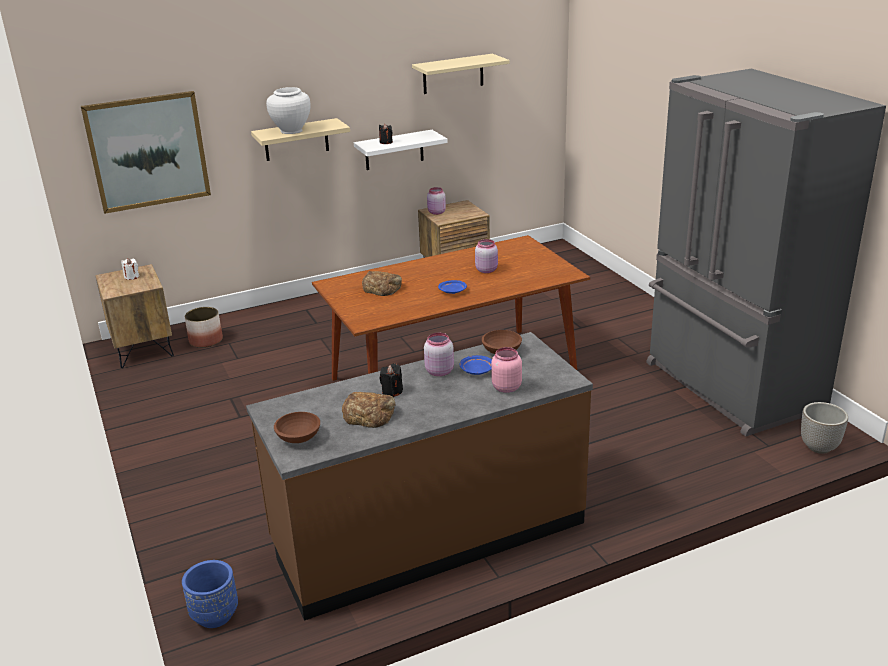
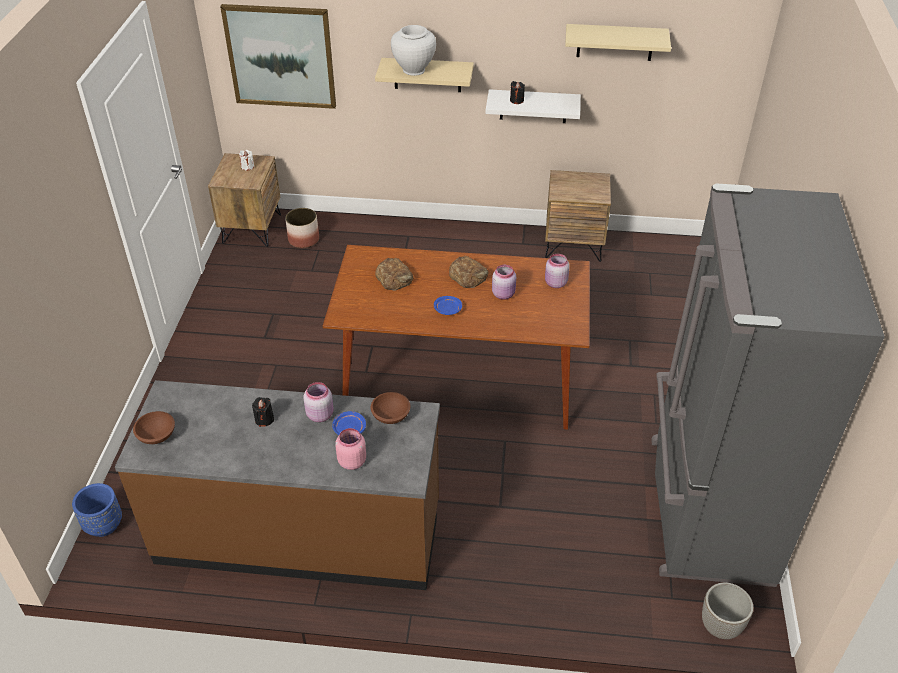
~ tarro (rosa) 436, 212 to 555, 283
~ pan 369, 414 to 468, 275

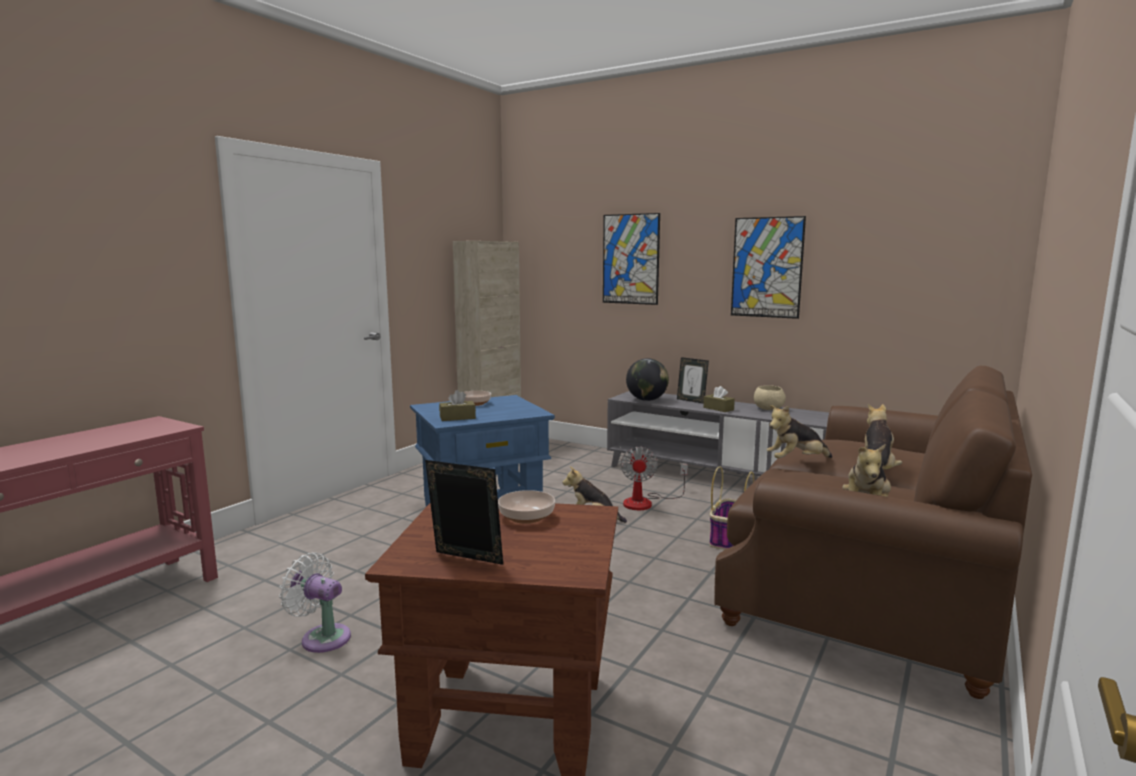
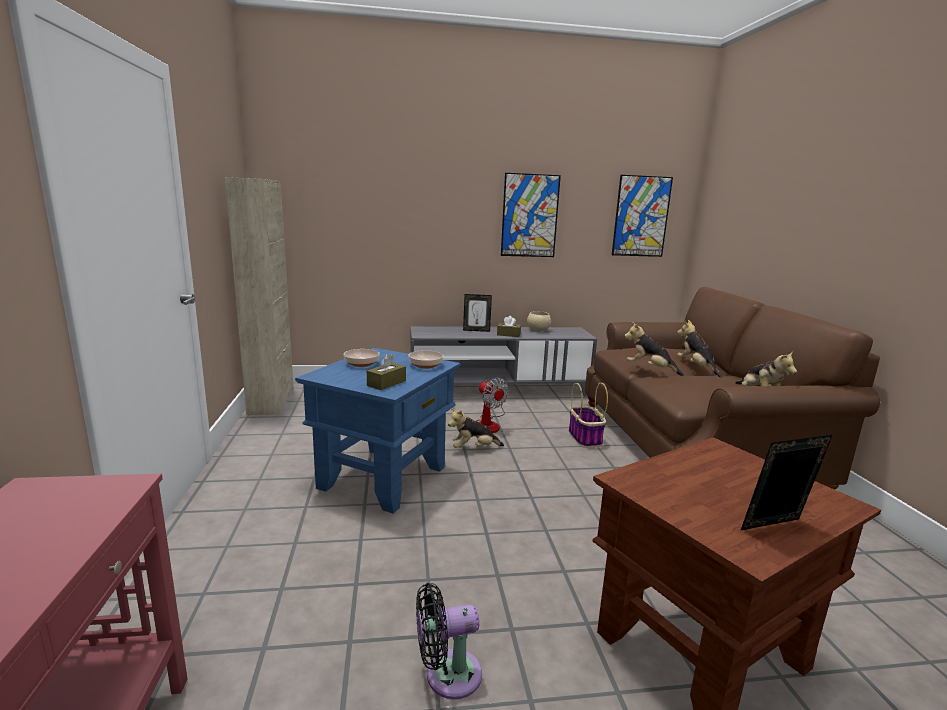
~ cuadro 630, 259 to 641, 216
- globo terráqueo 646, 400
~ peluche 796, 461 = 650, 369 90 degrees clockwise
~ cuenco 527, 517 to 426, 365
~ ventilador (blanco) 322, 637 to ventilador (negro) 447, 675

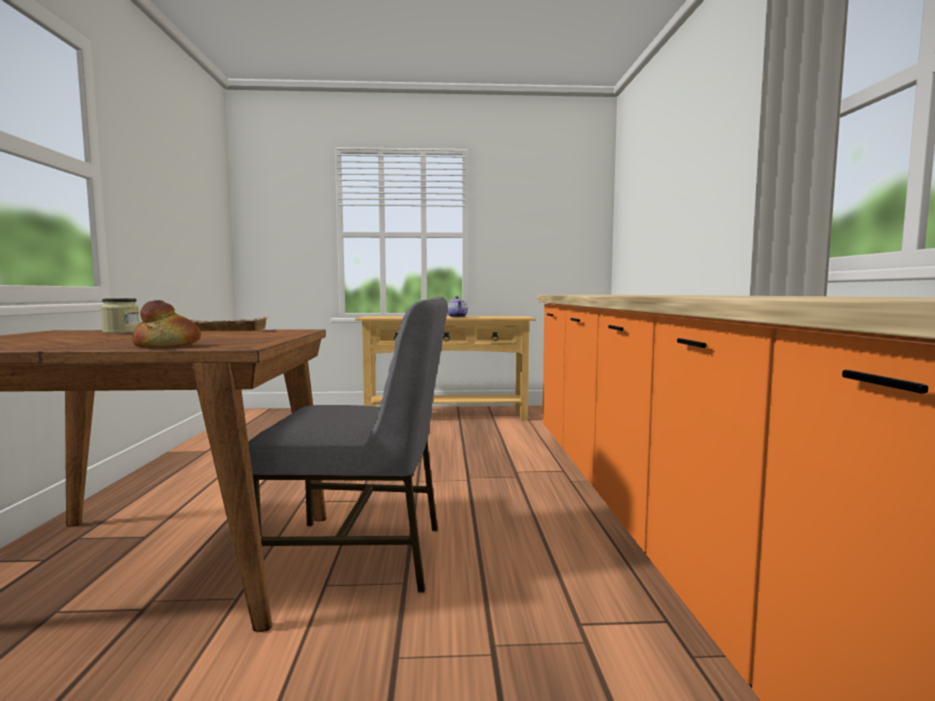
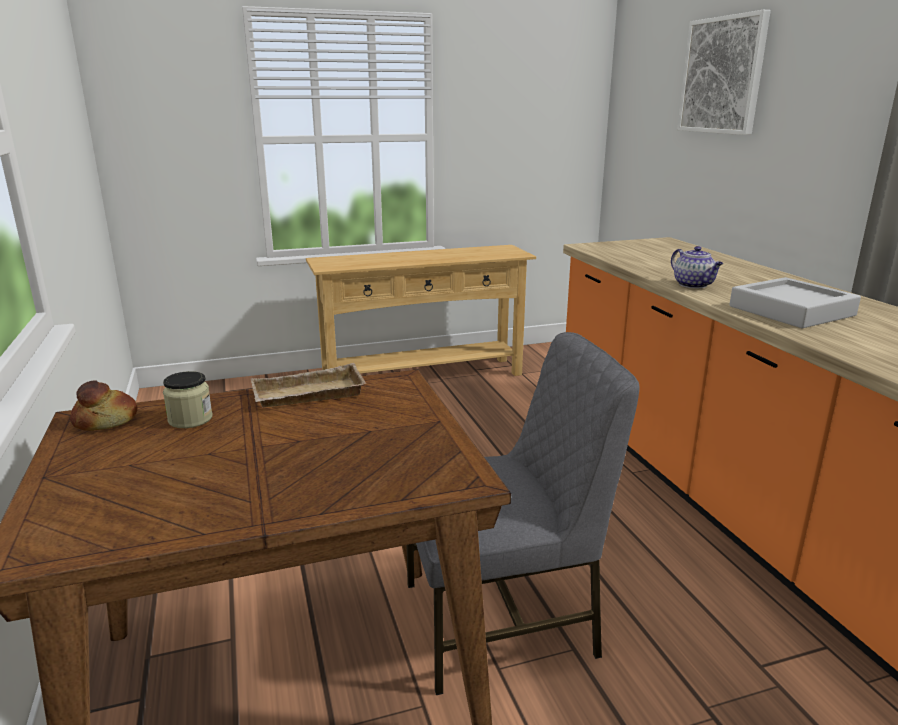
~ tetera 457, 317 to 694, 285
~ pan 168, 346 to 106, 421
+ cuadro 722, 75
+ bandeja (gris) 791, 311

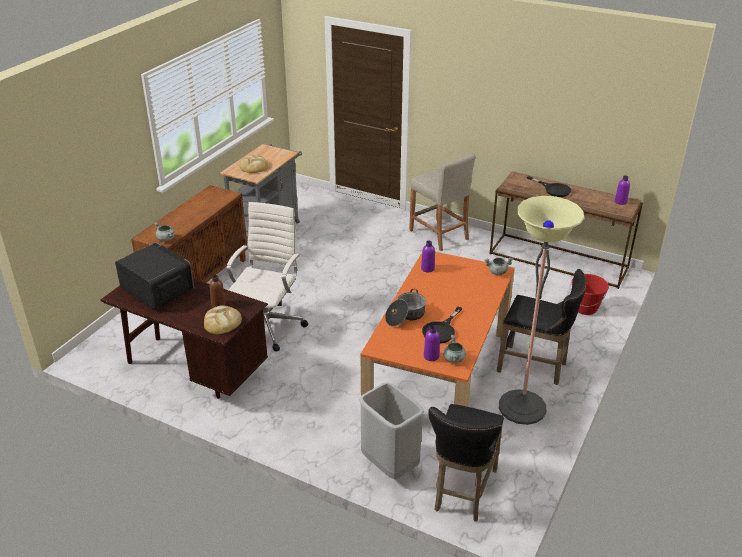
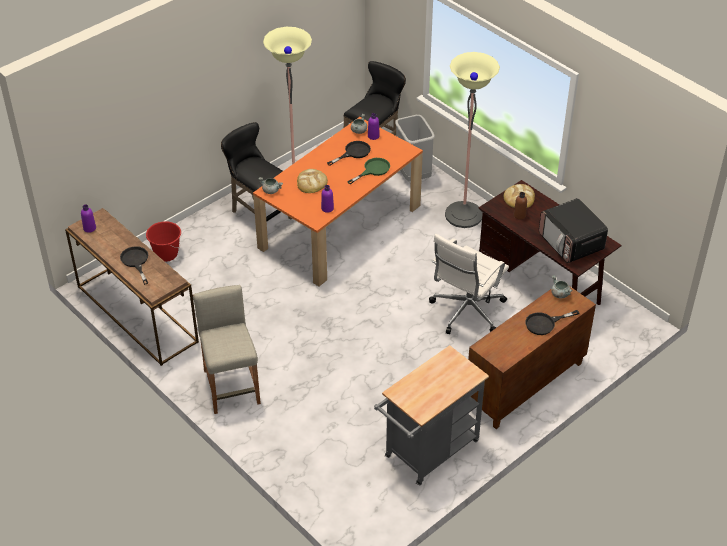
~ pan 254, 166 to 311, 182
~ olla 405, 316 to sartén (verde) 373, 170
+ lámpara de pie 463, 215
+ sartén (negro) 545, 323

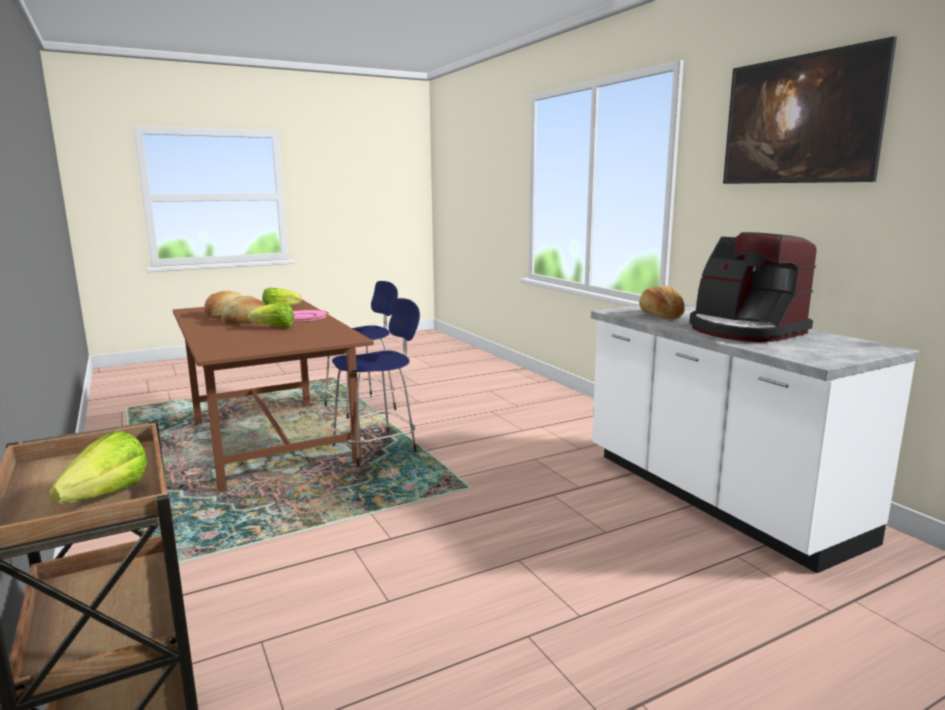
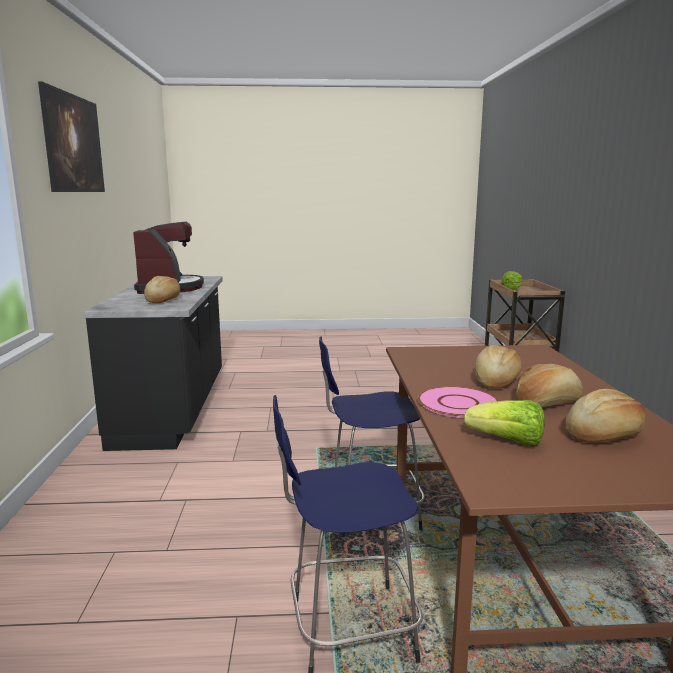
~ lechuga 274, 328 to pan 495, 381
~ mueble bajo de cocina (blanco) 714, 497 to mueble bajo de cocina (negro) 174, 409

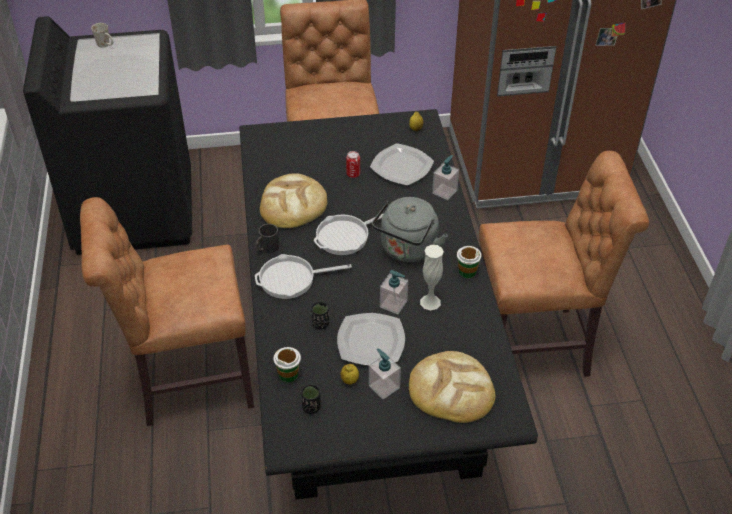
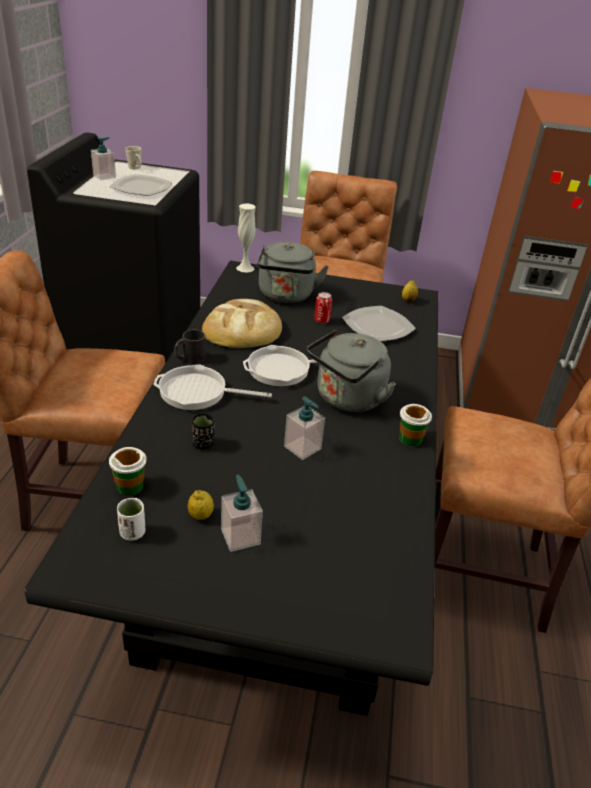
~ dispensador de jabón 444, 191 to 104, 176
~ florero (blanco) 430, 302 to 245, 268
~ plato 371, 341 to 142, 188
- pan 451, 390
~ taza (negro) 311, 407 to taza (blanco) 132, 533
+ hervidor (gris) 286, 296

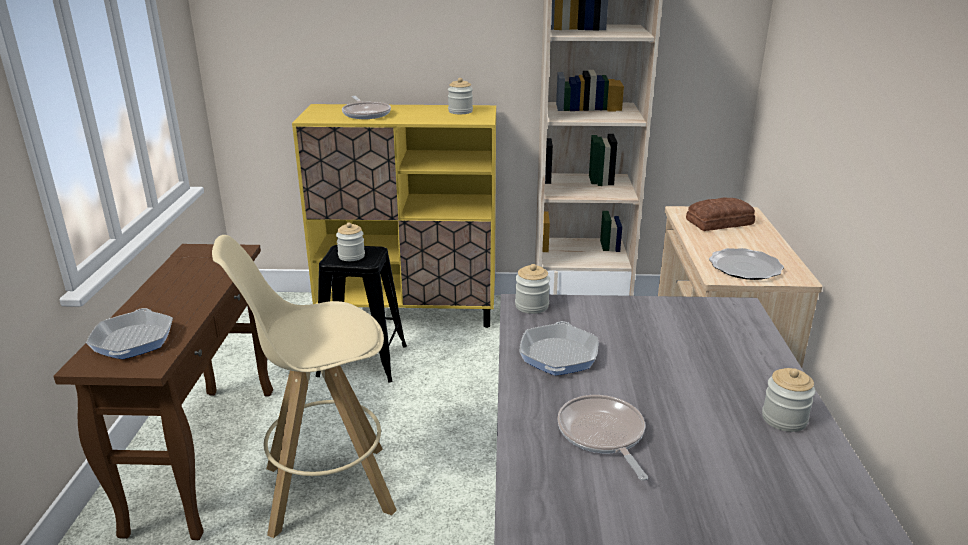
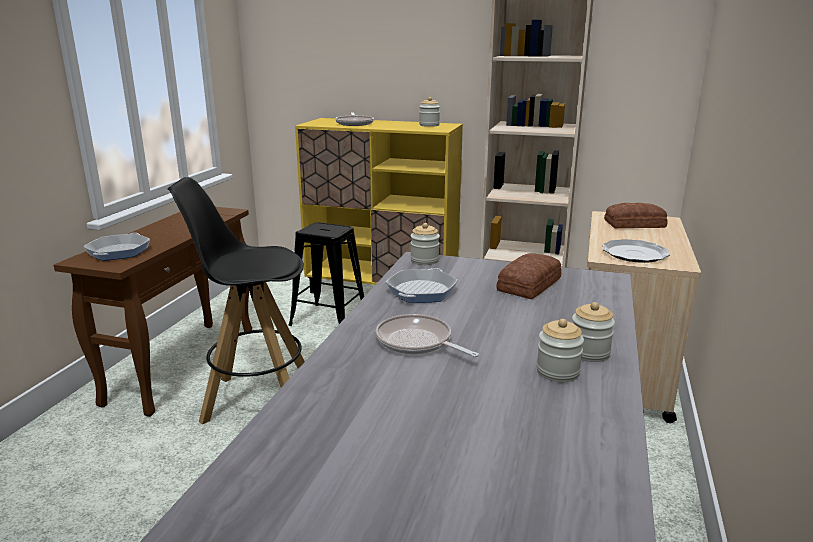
~ tarro 351, 256 to 557, 372
~ taburete (beis) 326, 489 to taburete (negro) 257, 399
~ sartén 602, 435 = 417, 342 45 degrees counterclockwise
+ pan 531, 284

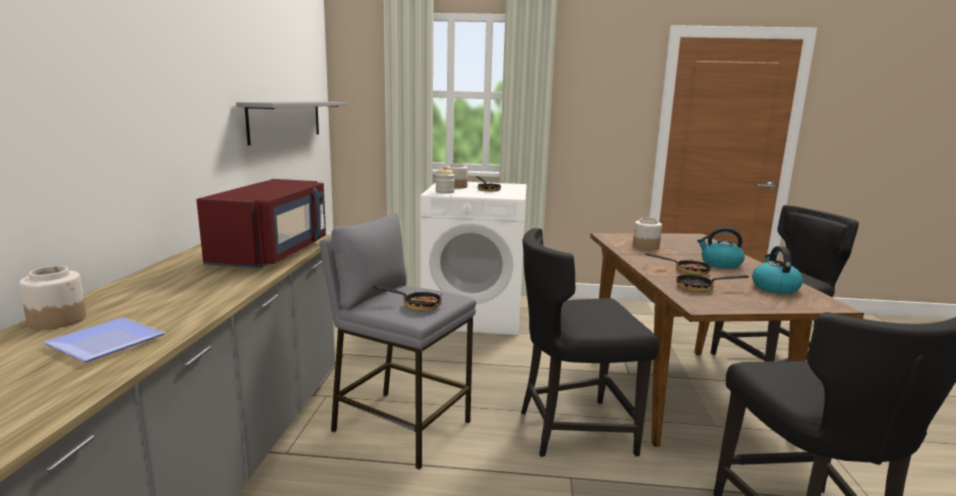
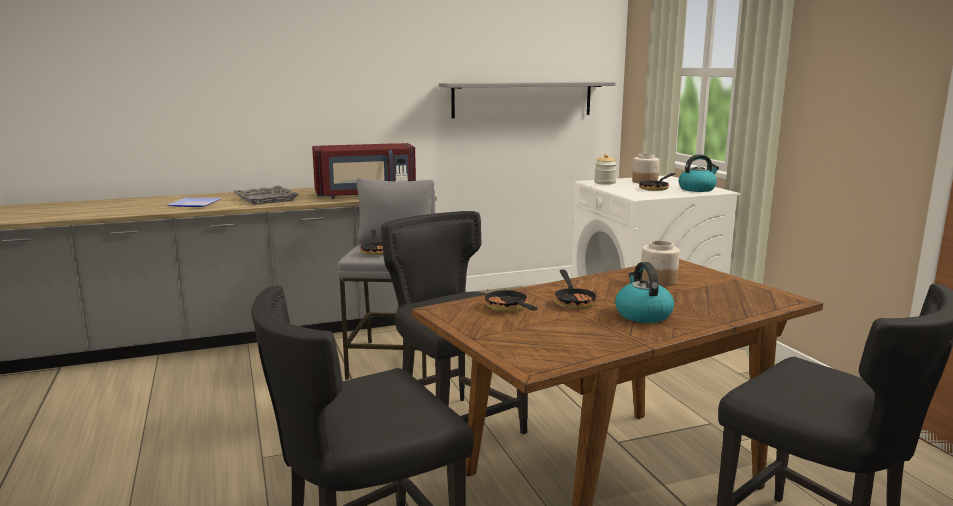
~ hervidor 774, 287 to 697, 189
- tarro 58, 320
+ bandeja (gris) 265, 199

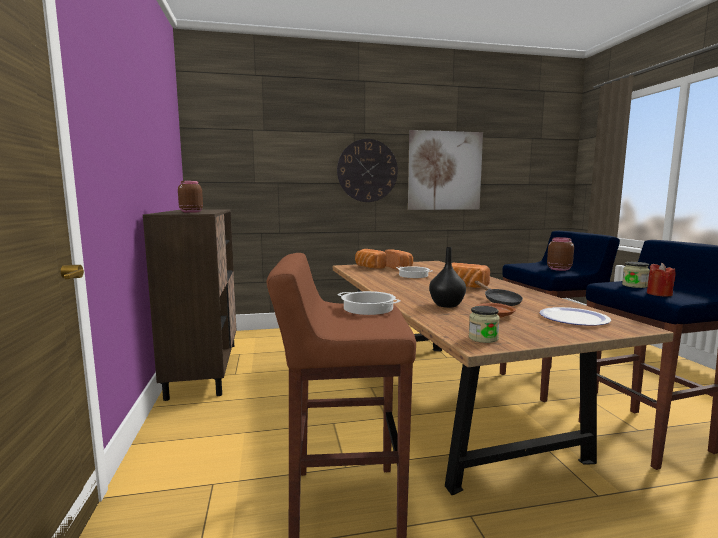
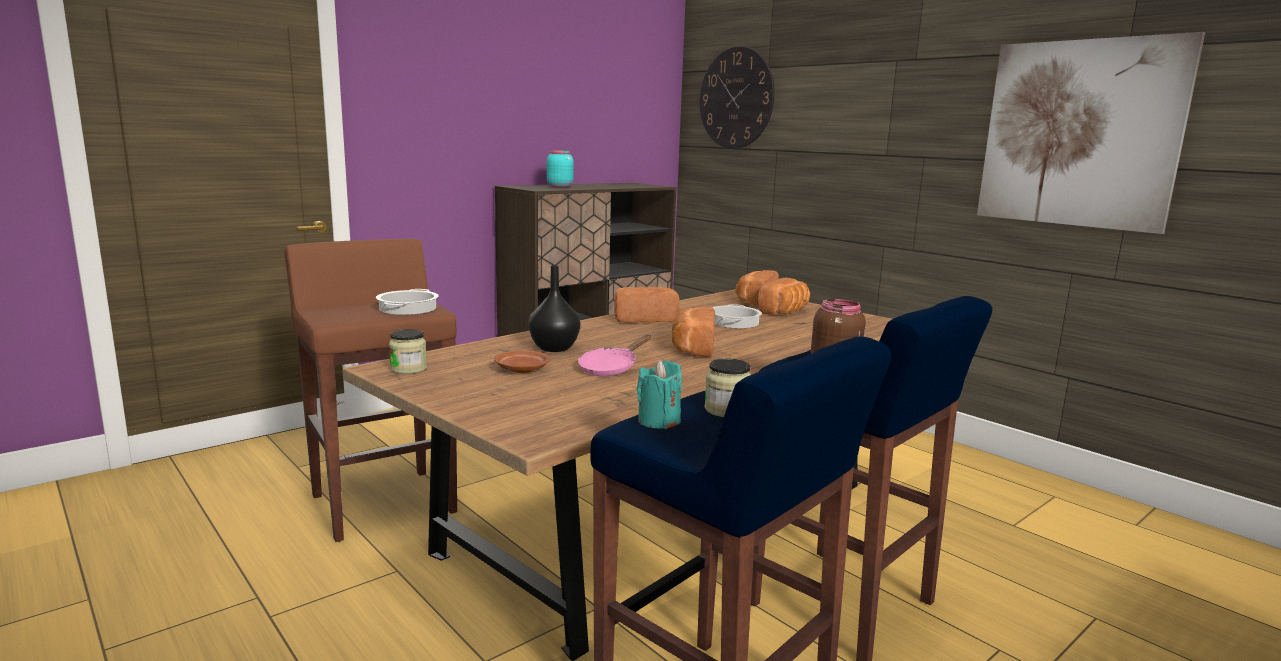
~ reloj de pared 367, 170 to 736, 98
~ tarro (marrón) 190, 212 to tarro (turquesa) 559, 187
~ vela (rojo) 659, 294 to vela (turquesa) 659, 421
~ sartén (negro) 499, 301 to sartén (rosa) 611, 368
- plato 573, 318
+ pan 643, 319

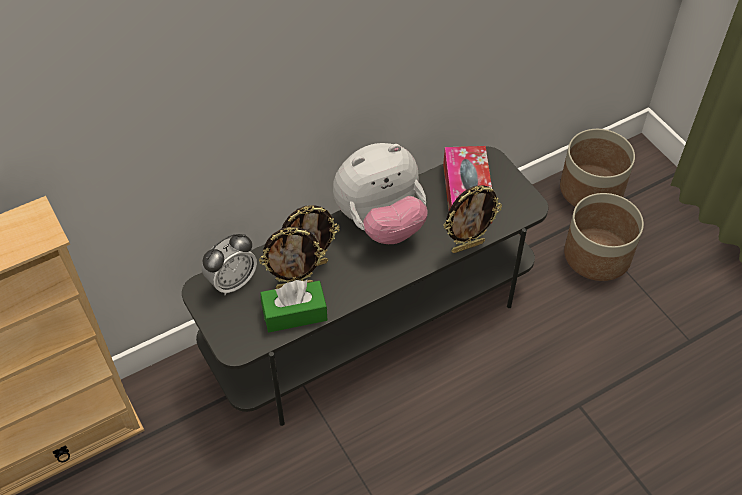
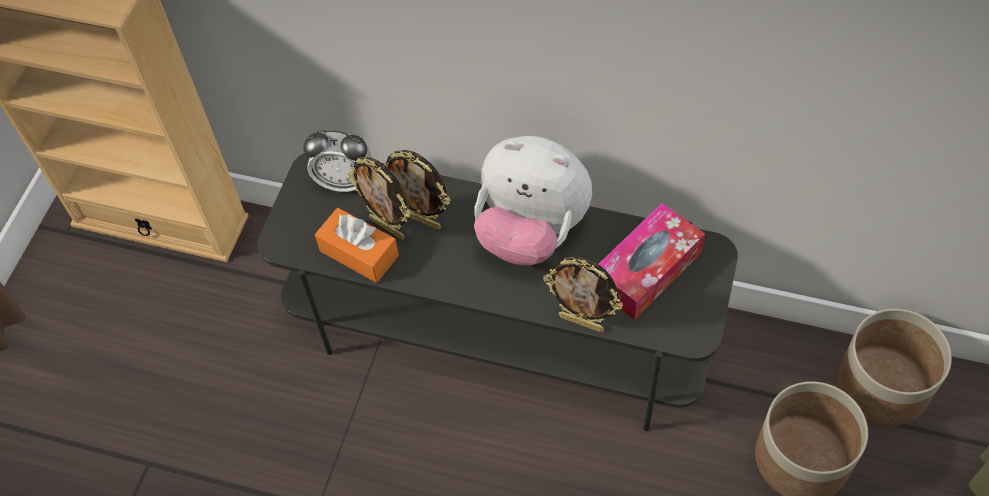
~ caja de pañuelos (verde) 294, 313 to caja de pañuelos (naranja) 359, 253

